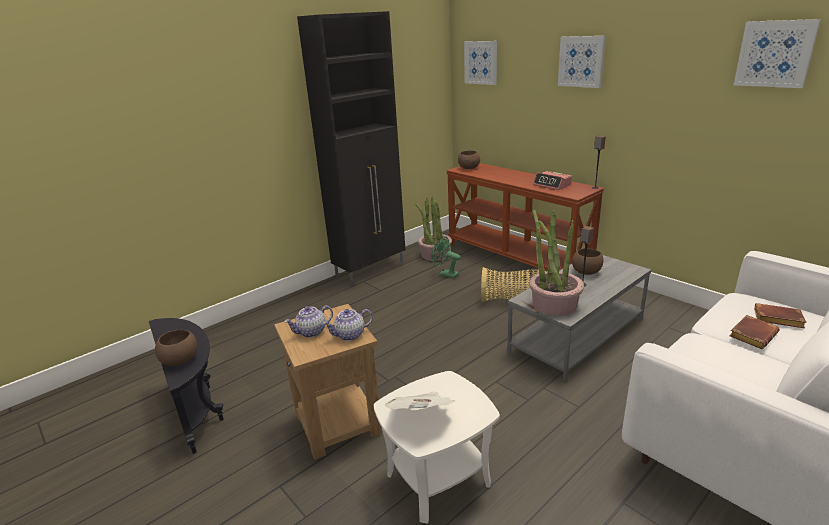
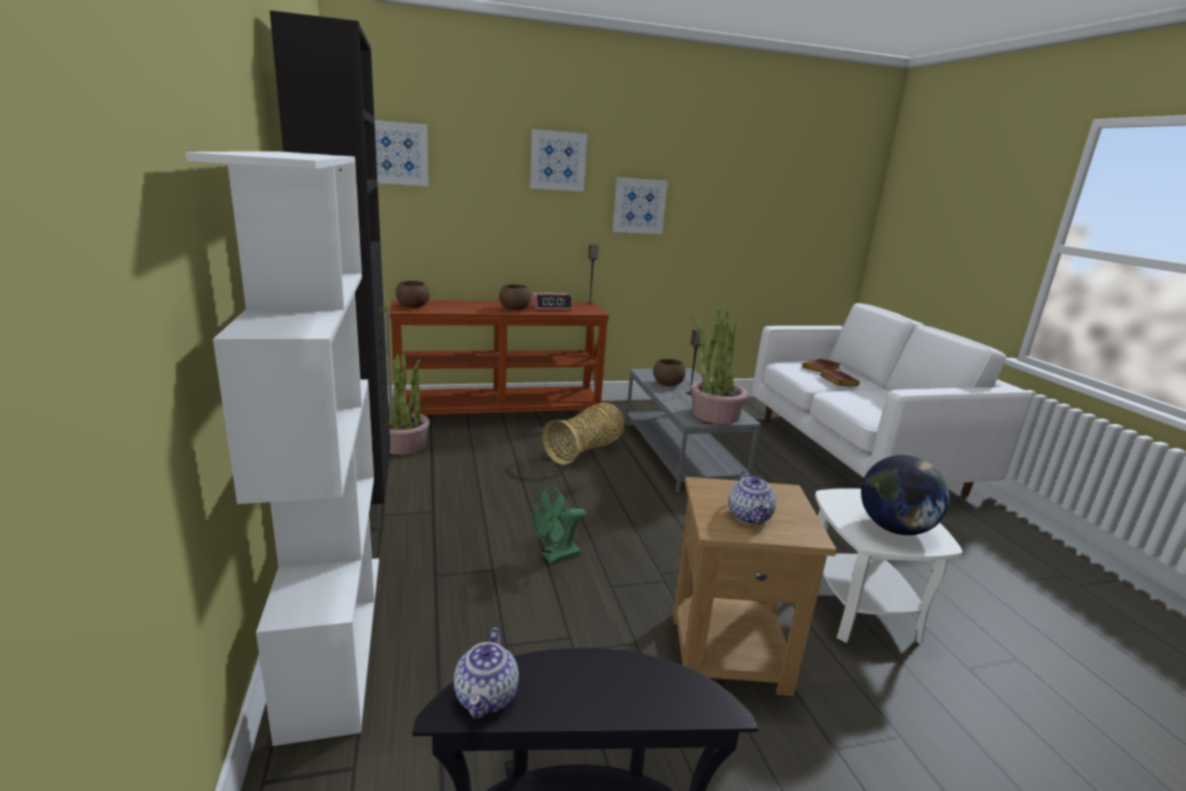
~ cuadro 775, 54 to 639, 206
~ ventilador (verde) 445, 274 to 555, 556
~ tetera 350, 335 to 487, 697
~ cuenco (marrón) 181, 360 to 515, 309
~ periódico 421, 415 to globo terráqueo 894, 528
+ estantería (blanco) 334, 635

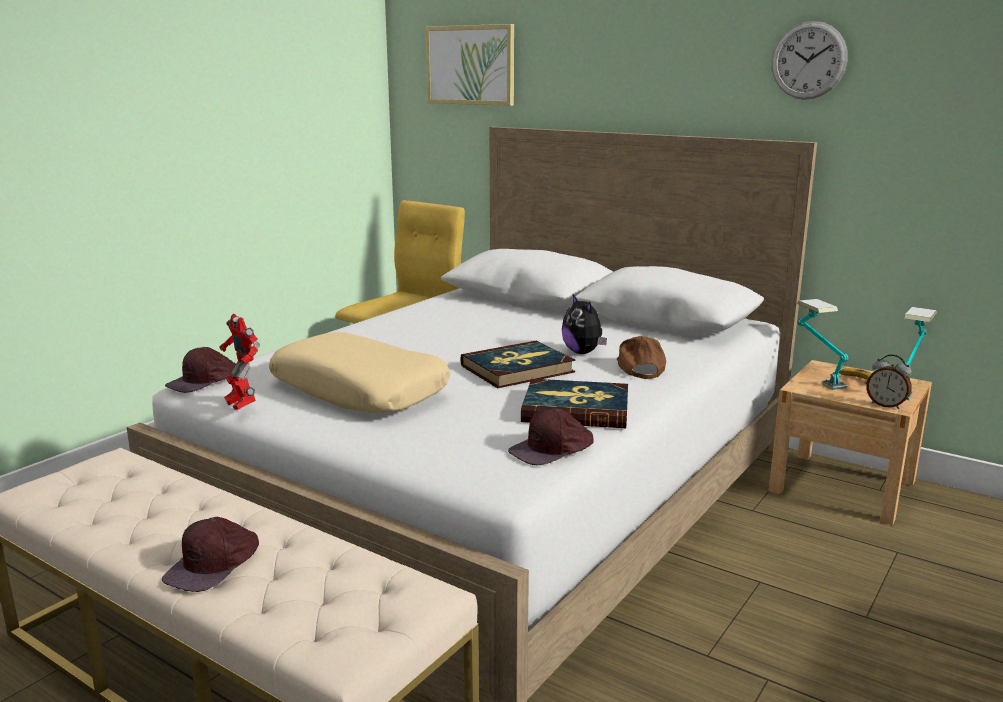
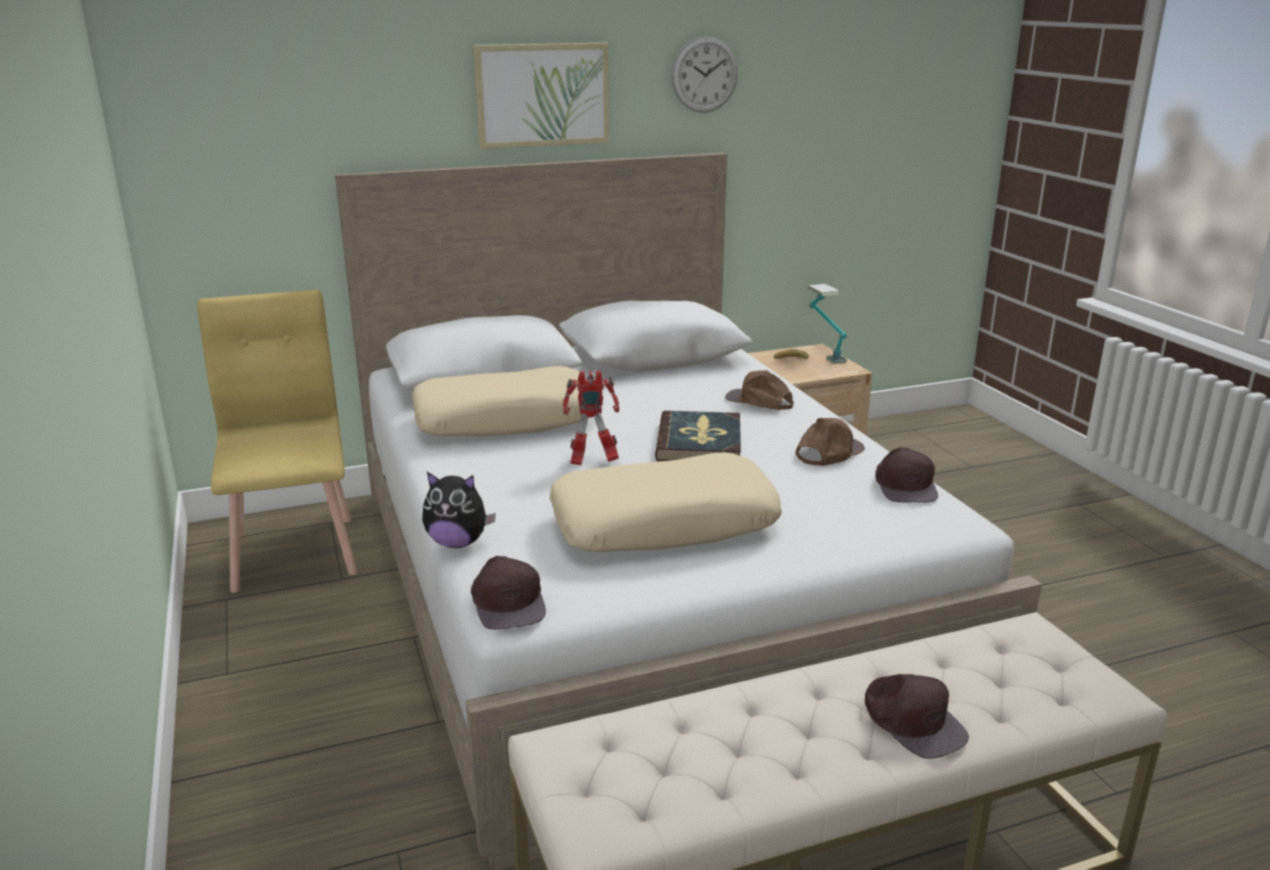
~ cuadro 470, 65 to 542, 95
~ peluche 583, 352 to 458, 543
- lámpara de mesa 816, 377
~ robot de juguete 241, 406 to 592, 461
- despertador 886, 405
~ libro 576, 409 to gorra (marrón) 828, 452
+ cojín (beis) 505, 420

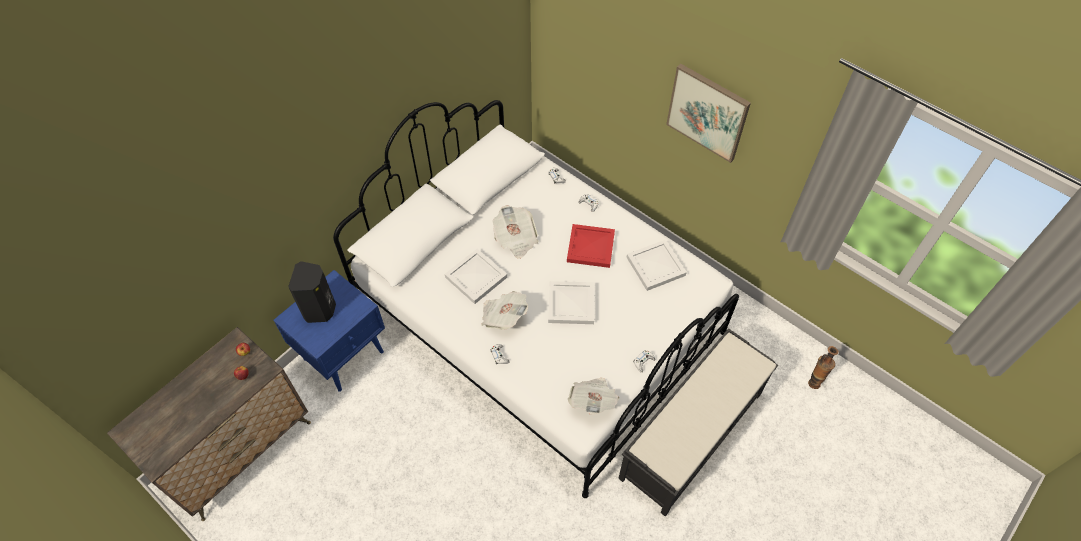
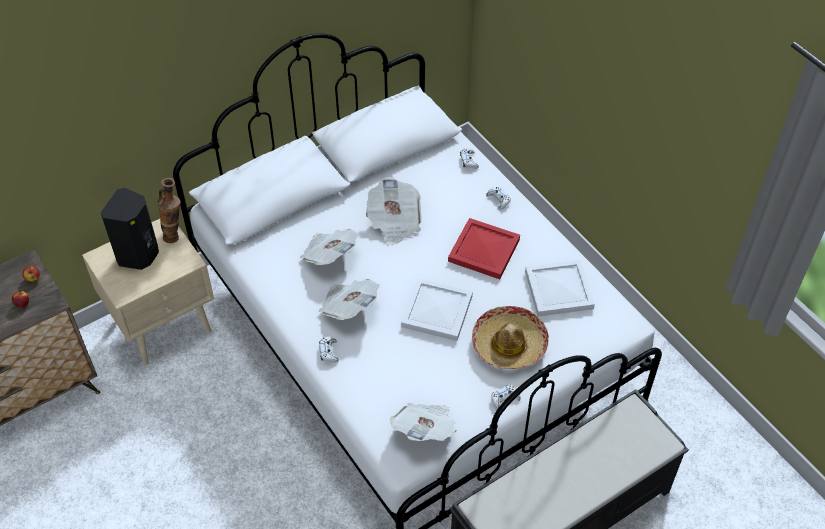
- cuadro 707, 112
~ bandeja (blanco) 475, 277 to periódico 330, 255
~ mesita de noche (azul) 345, 354 to mesita de noche (beis) 165, 324
~ florero 815, 380 to 175, 235
+ sombrero 509, 344

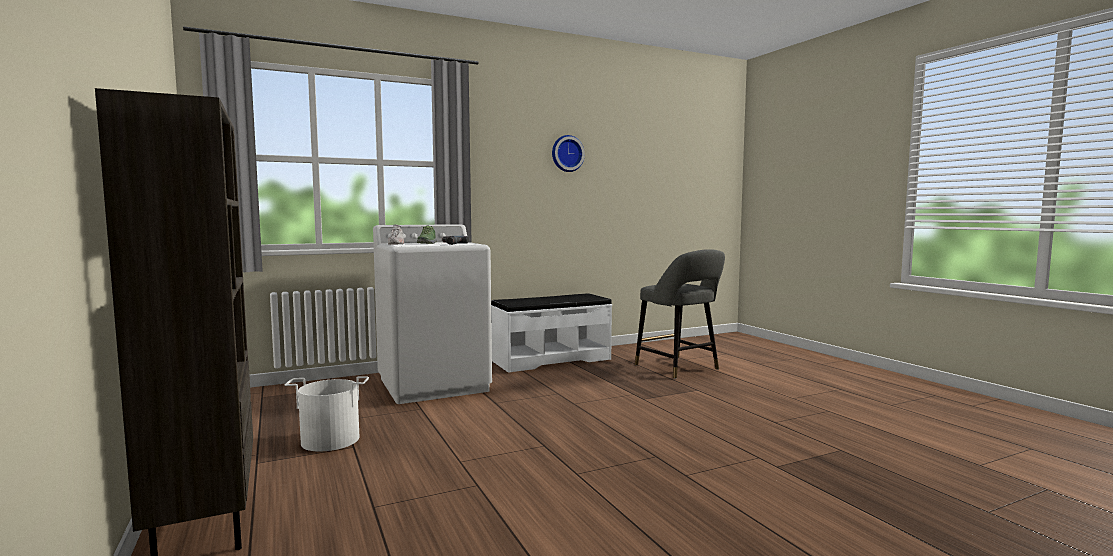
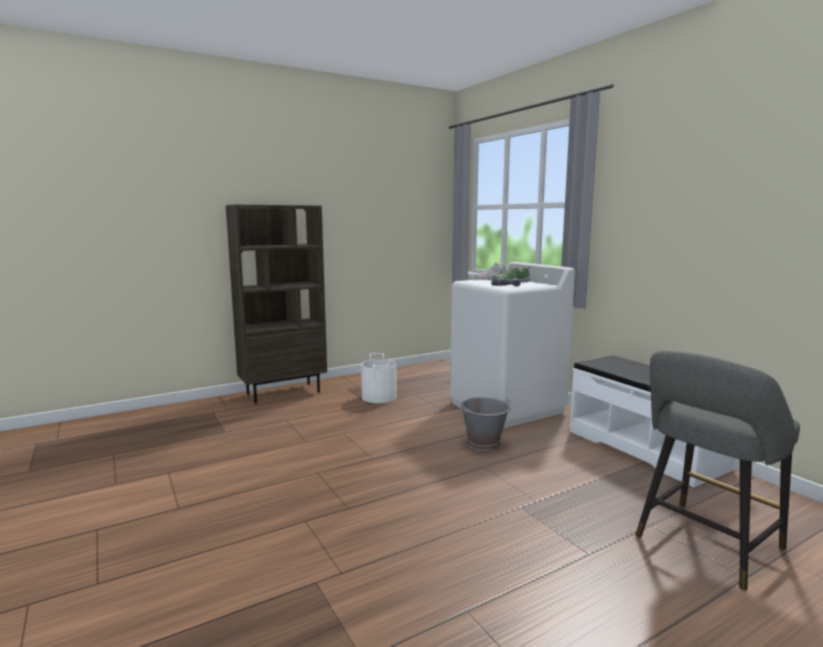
- reloj de pared 566, 154
+ cubo (gris) 484, 444

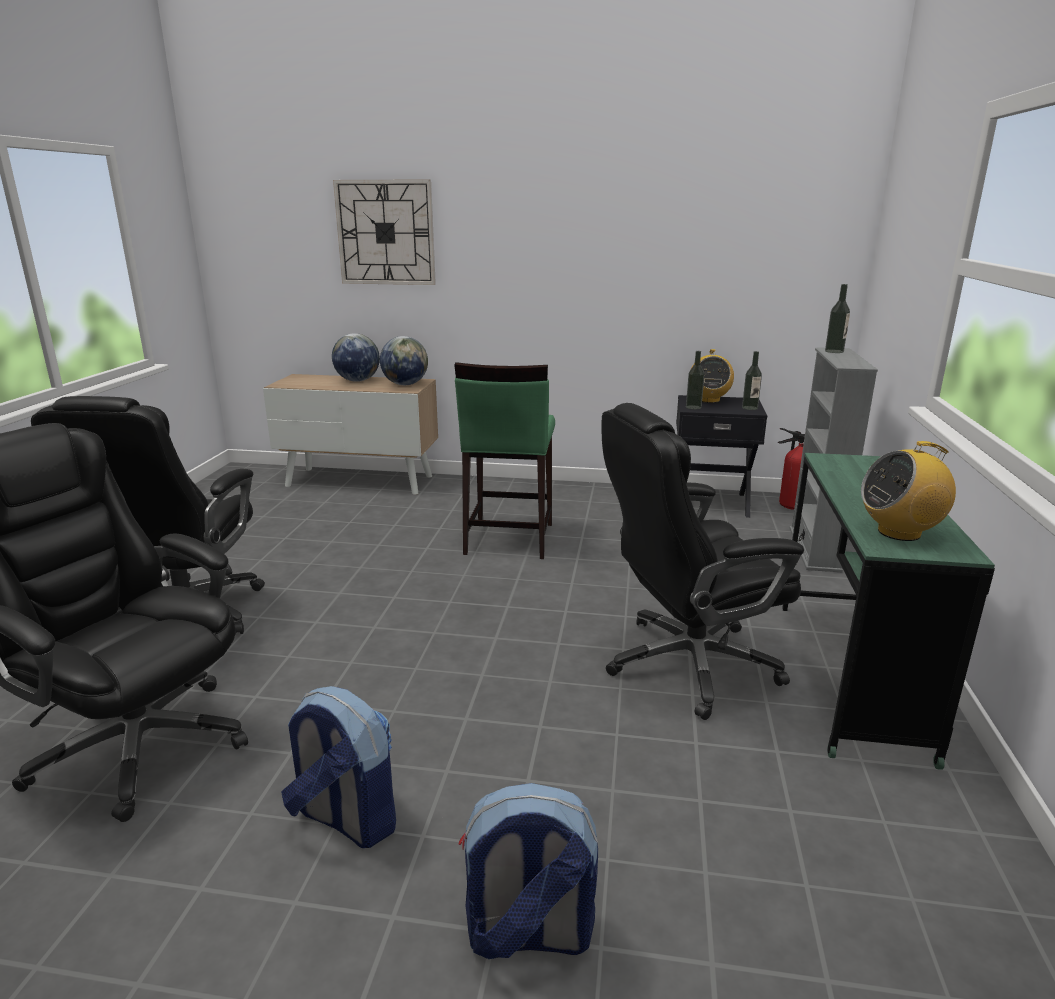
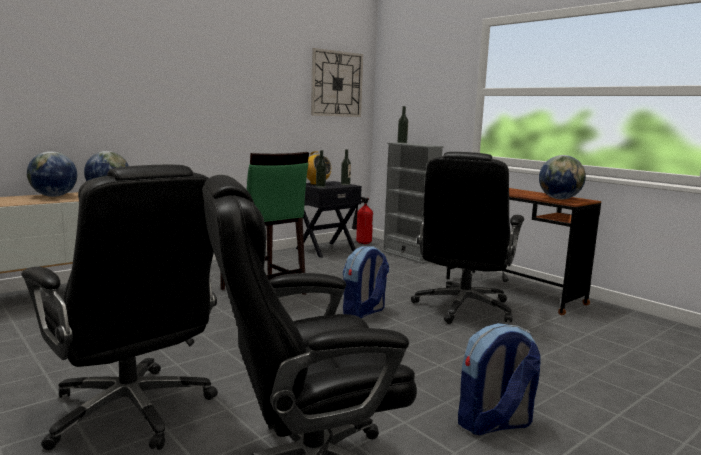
~ reloj de pared 385, 233 to 336, 84
~ radio 899, 532 to globo terráqueo 559, 199
~ escritorio (verde) 849, 676 to escritorio (marrón) 513, 291
~ mochila 528, 933 to 364, 312

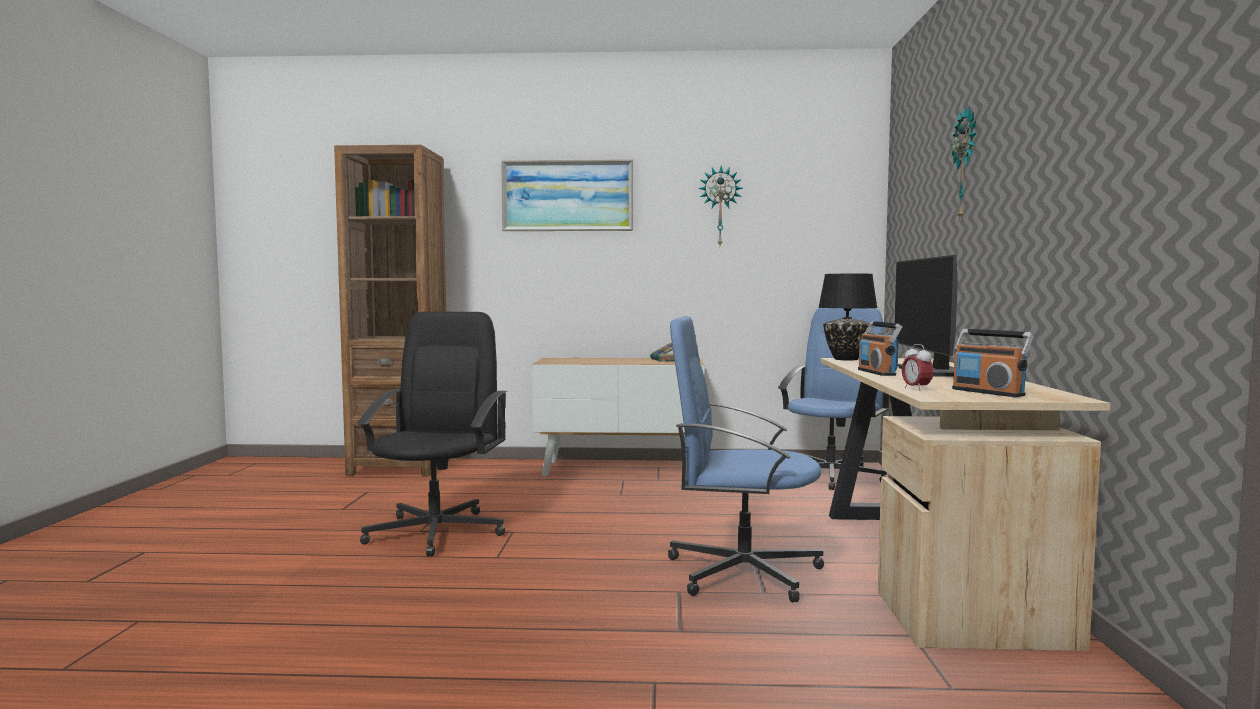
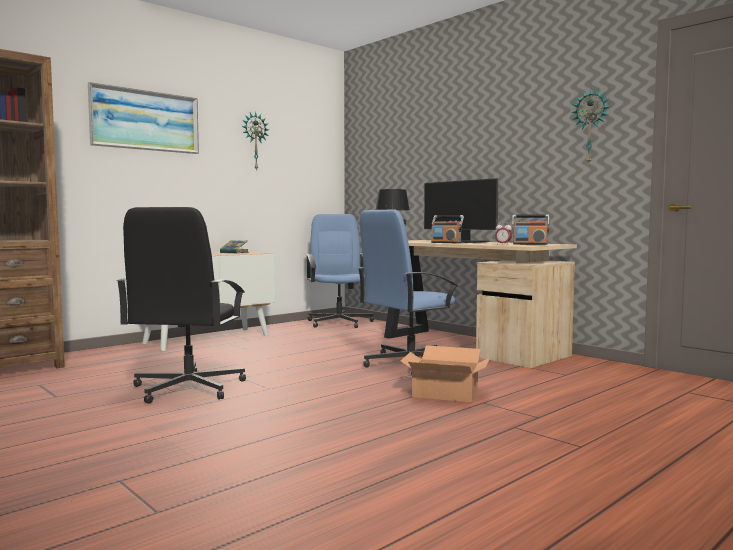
~ reloj de pared 967, 164 to 591, 127
~ silla de oficina (negro) 437, 531 = 187, 388 135 degrees counterclockwise
+ caja de cartón 446, 393

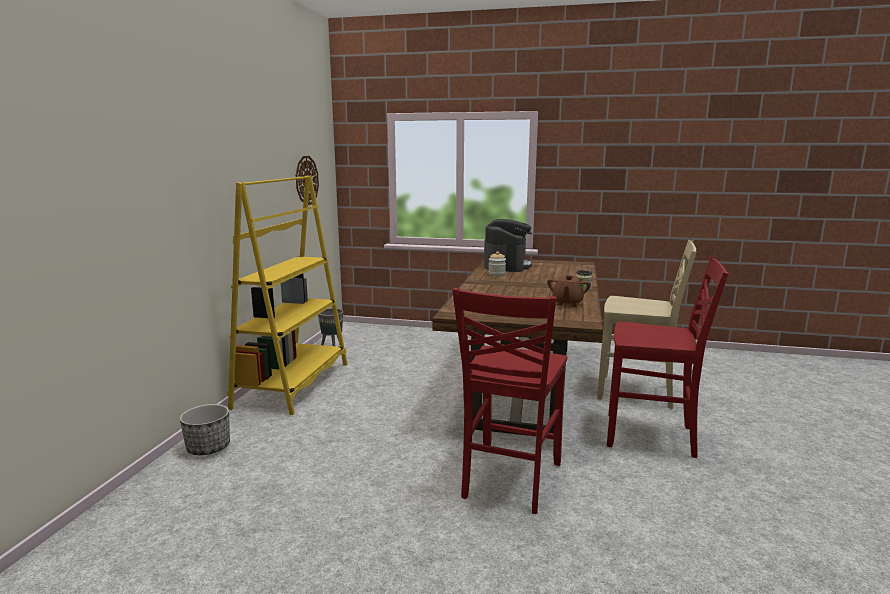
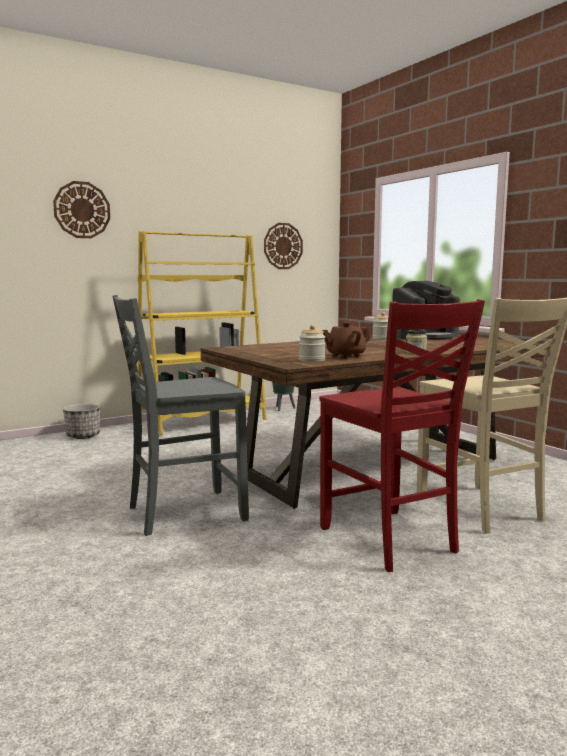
~ silla (rojo) 509, 480 to silla (gris) 183, 513
+ reloj de pared 82, 210
+ tarro 312, 360

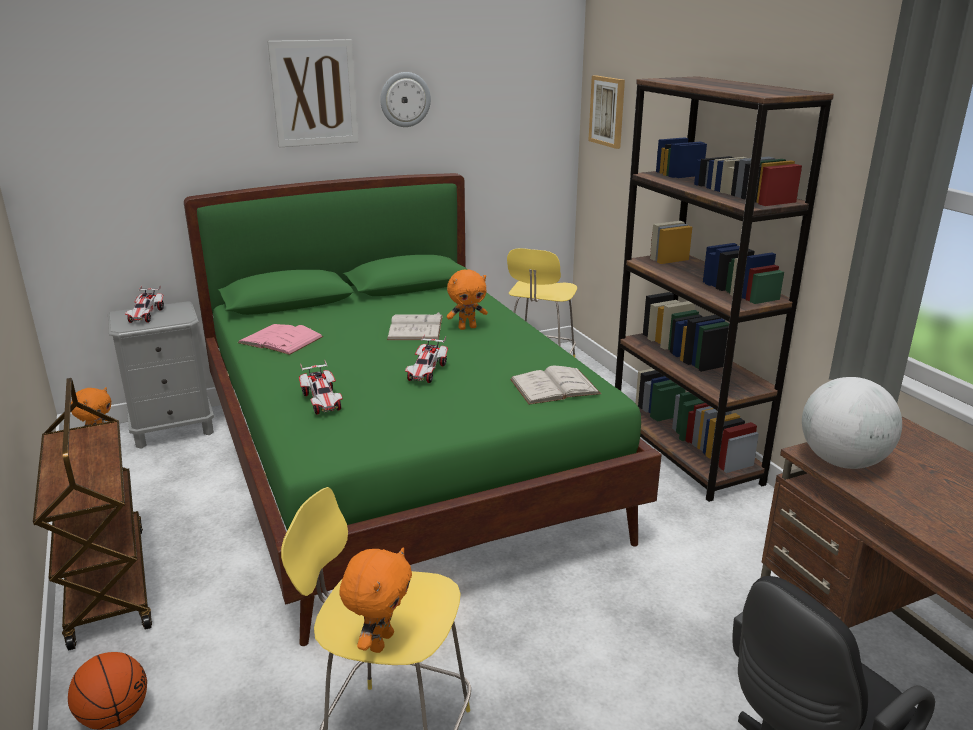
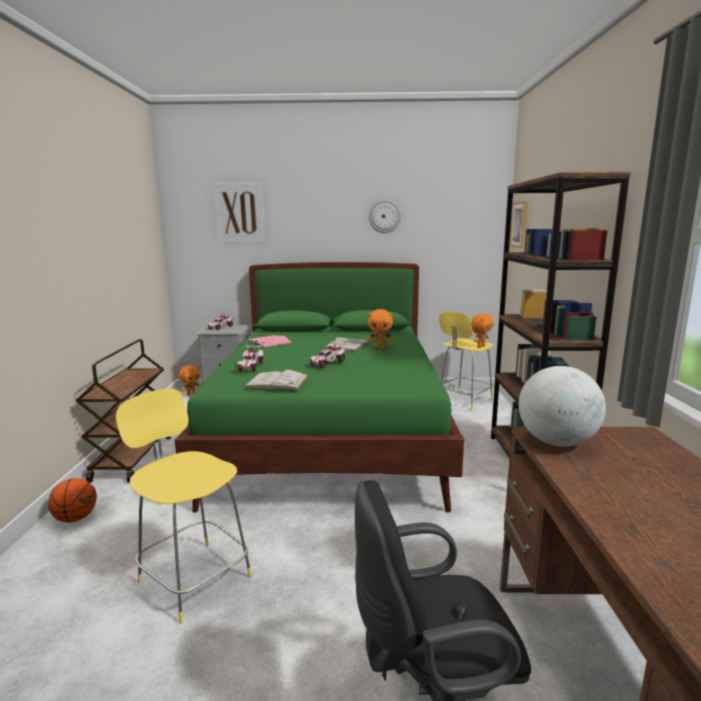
~ cuadro 314, 93 to 240, 213
~ libro (blanco) 554, 386 to 277, 382
~ peluche (naranja) 380, 641 to 480, 346

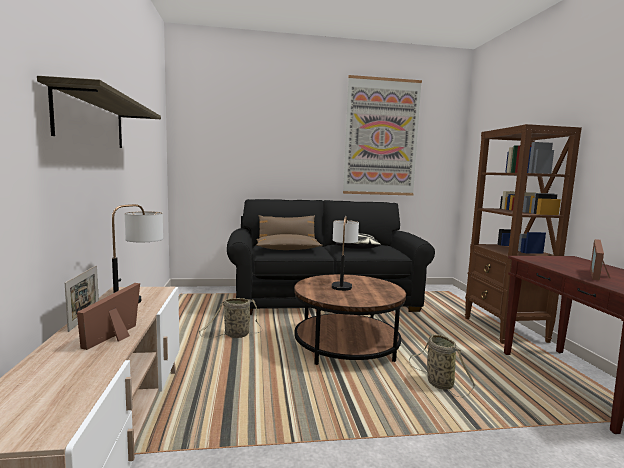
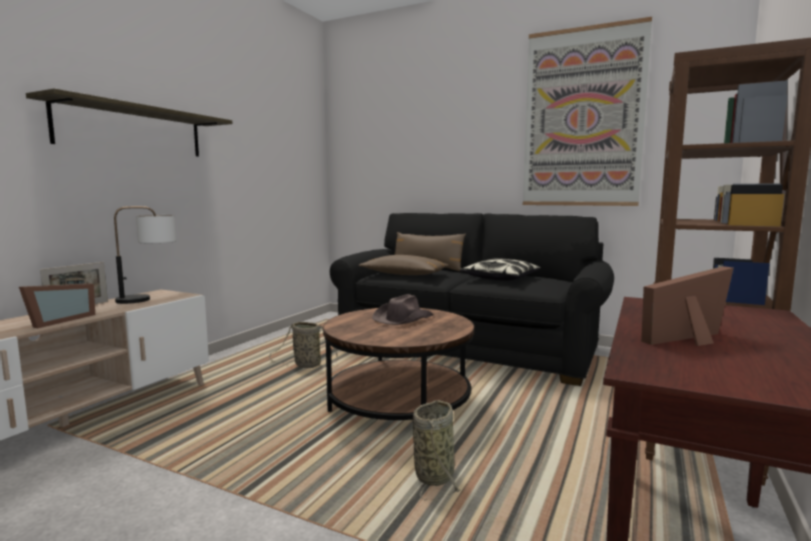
~ lámpara de mesa 342, 284 to sombrero (marrón) 402, 318
~ portarretratos 118, 336 = 58, 321 150 degrees clockwise

